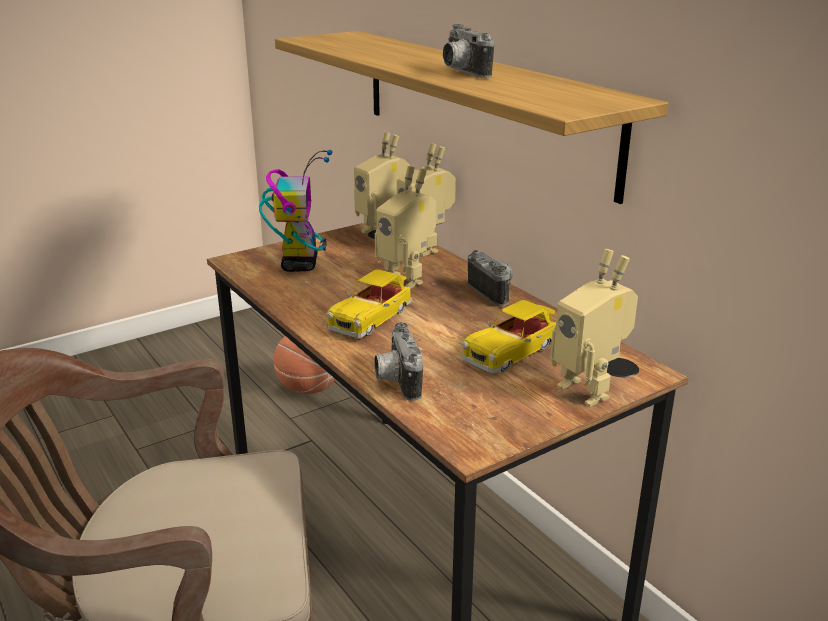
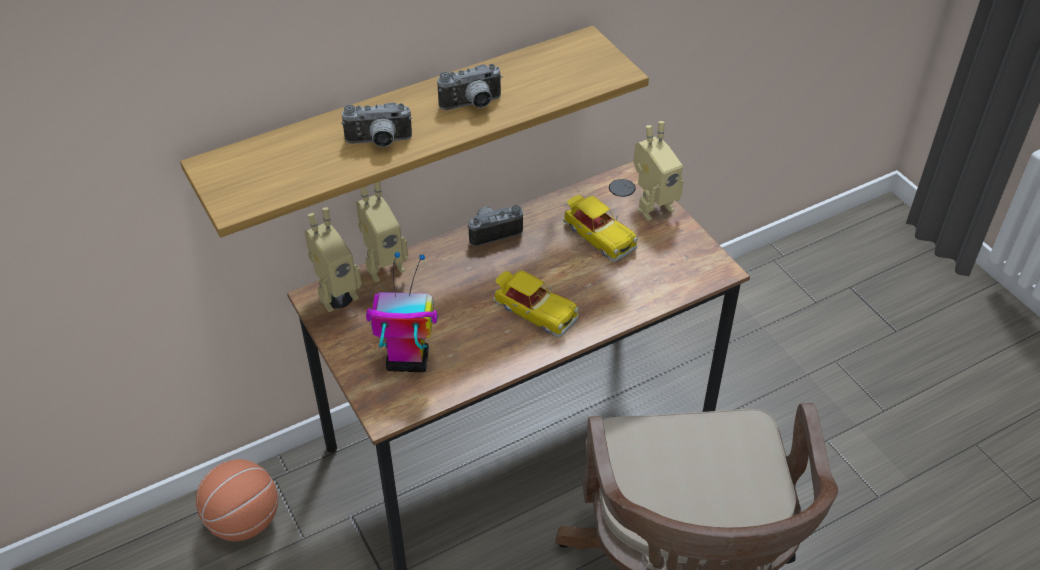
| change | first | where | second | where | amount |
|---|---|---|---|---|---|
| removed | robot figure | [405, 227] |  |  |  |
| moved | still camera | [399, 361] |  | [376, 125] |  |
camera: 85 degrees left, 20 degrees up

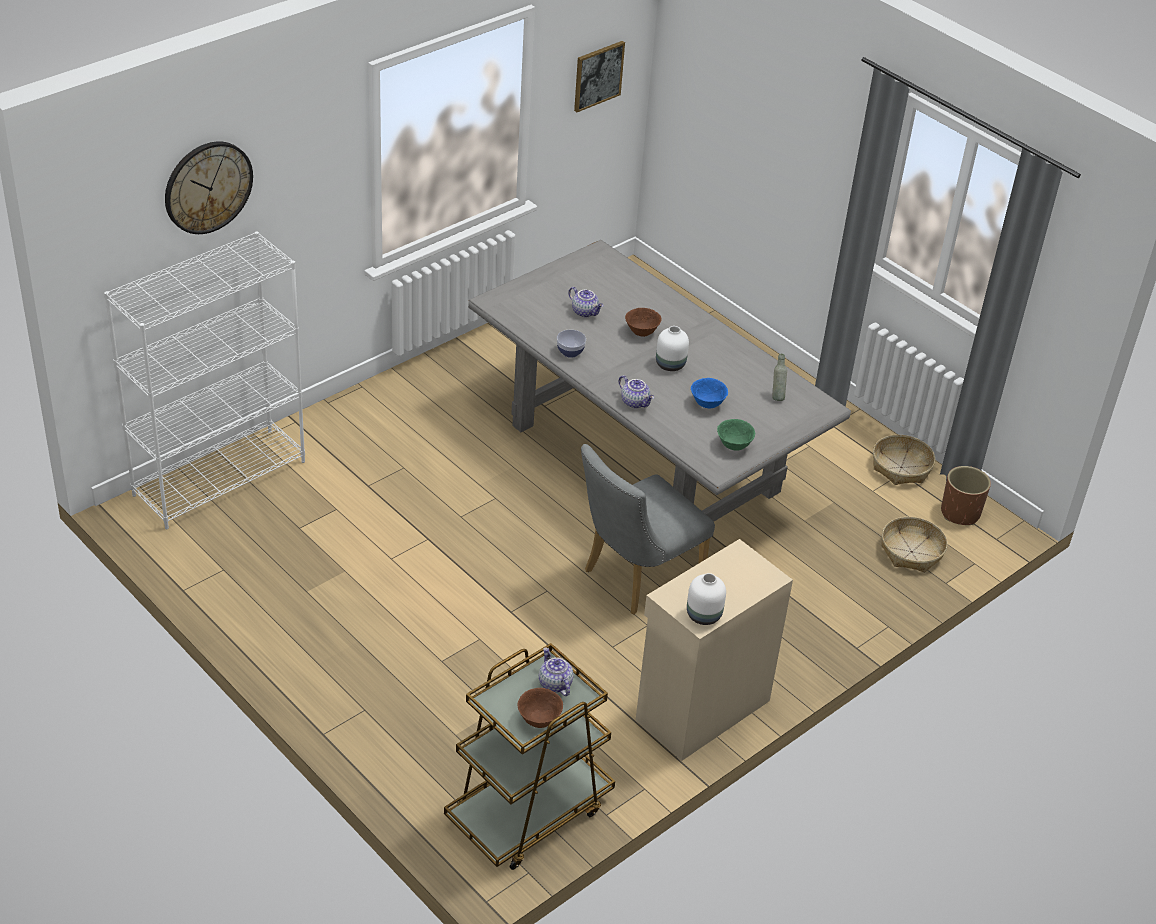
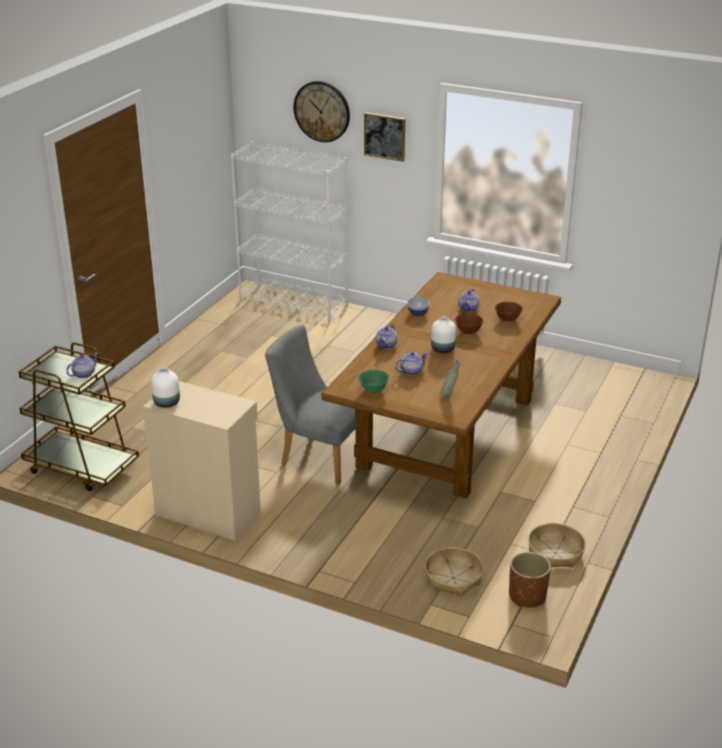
| change | first | where | second | where | amount |
|---|---|---|---|---|---|
| recoloured | kitchen table (grey) | [659, 381] | kitchen table (brown) | [441, 385] |  |
| moved | bowl (brown) | [540, 708] |  | [509, 312] |  |
| moved | wall art | [599, 76] |  | [384, 137] |  |
| replaced | bowl (bluish) | [709, 393] | pot for tea | [412, 363] |  |
camera: 70 degrees right, 10 degrees down

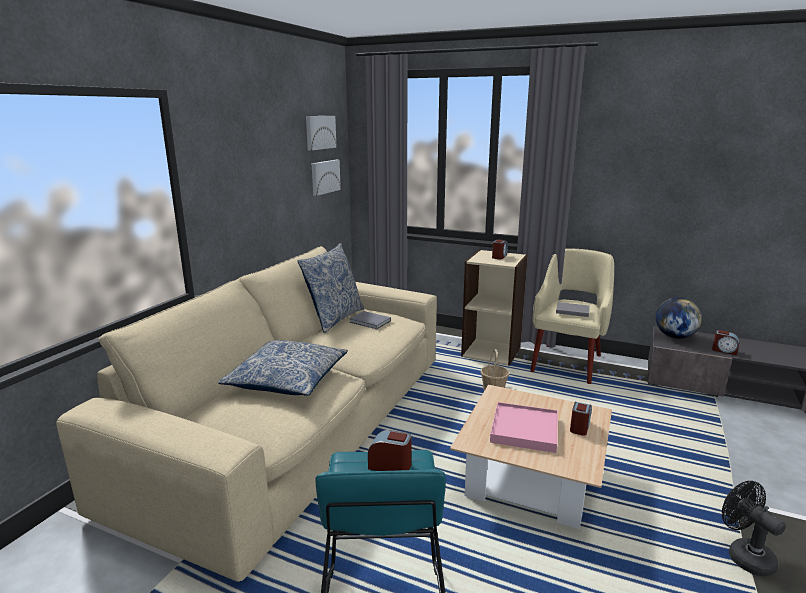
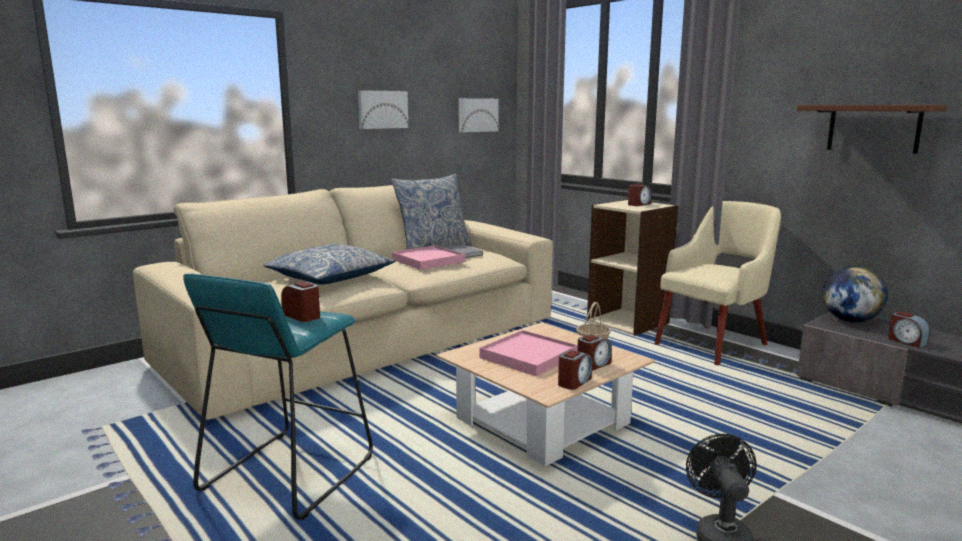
| change | first | where | second | where | amount |
|---|---|---|---|---|---|
| moved | wall art | [321, 133] |  | [383, 109] |  |
| removed | book (grey) | [573, 309] |  |  |  |
| added |  |  | carrying tray (pink-coloured) | [428, 257] |  |
| added |  |  | table clock | [575, 370] |  |
| added |  |  | wall shelf (brown) | [871, 129] |  |
camera: 25 degrees right, 5 degrees down

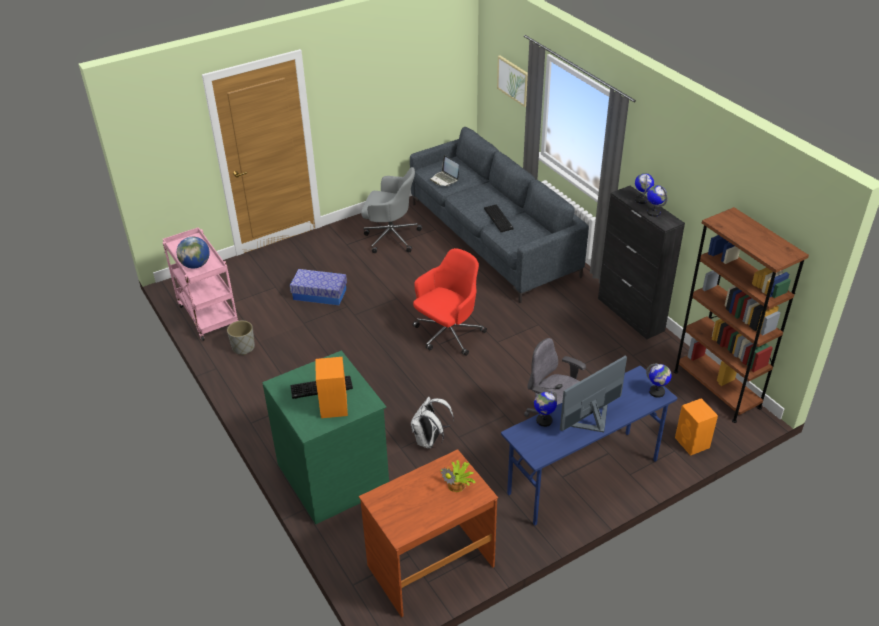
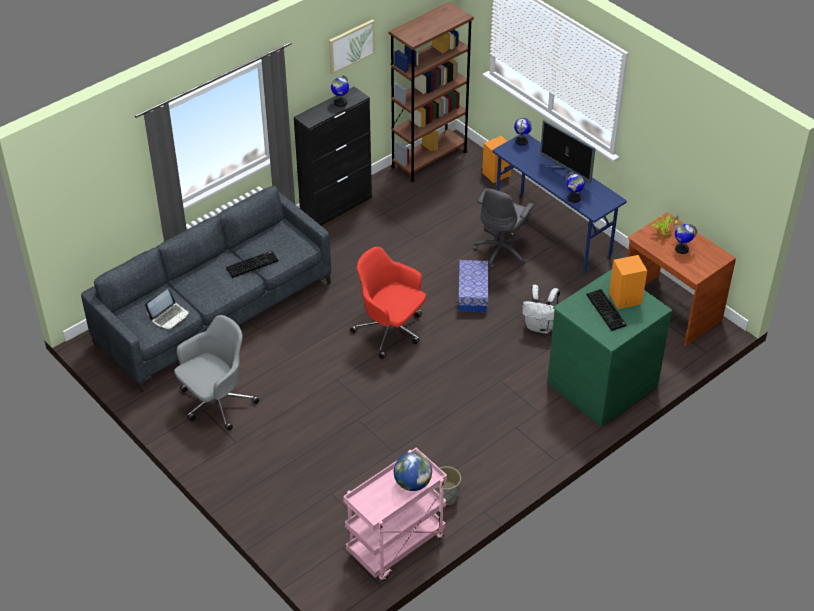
| change | first | where | second | where | amount |
|---|---|---|---|---|---|
| moved | storage container | [318, 287] |  | [473, 286] |  |
| turned | desk chair (grey) | [391, 210] |  | [217, 373] | 45 degrees clockwise |
| moved | wall art | [512, 81] |  | [352, 47] |  |
| moved | world globe | [644, 188] |  | [686, 239] |  |
camera: 100 degrees left, 5 degrees up

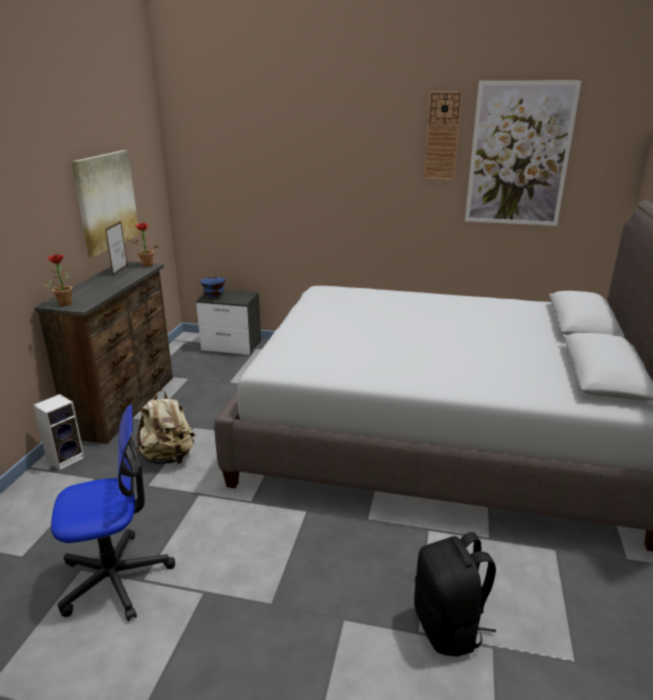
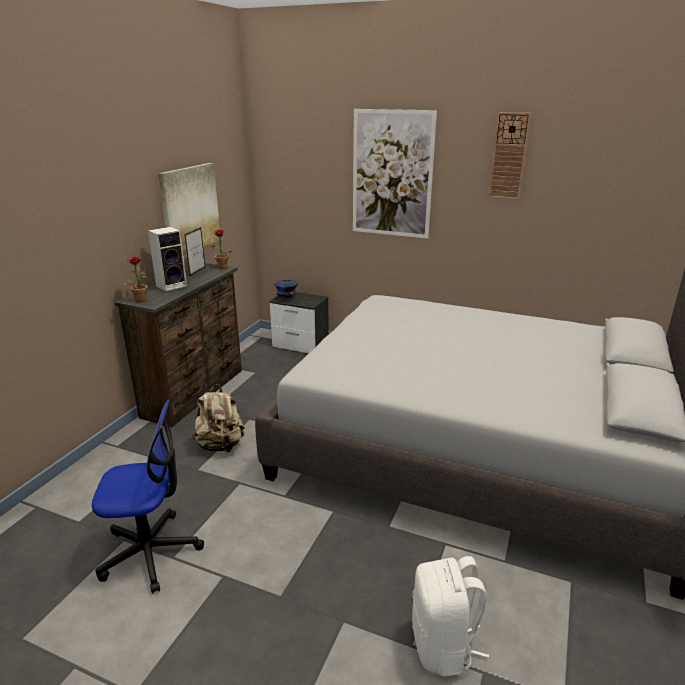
| change | first | where | second | where | amount |
|---|---|---|---|---|---|
| moved | speaker | [59, 432] |  | [167, 259] |  |
| recoloured | rucksack (black-coloured) | [455, 594] | rucksack (white-coloured) | [450, 616] |  |
| moved | wall art | [523, 153] |  | [395, 174] |  |
camera: 10 degrees right, 0 degrees up

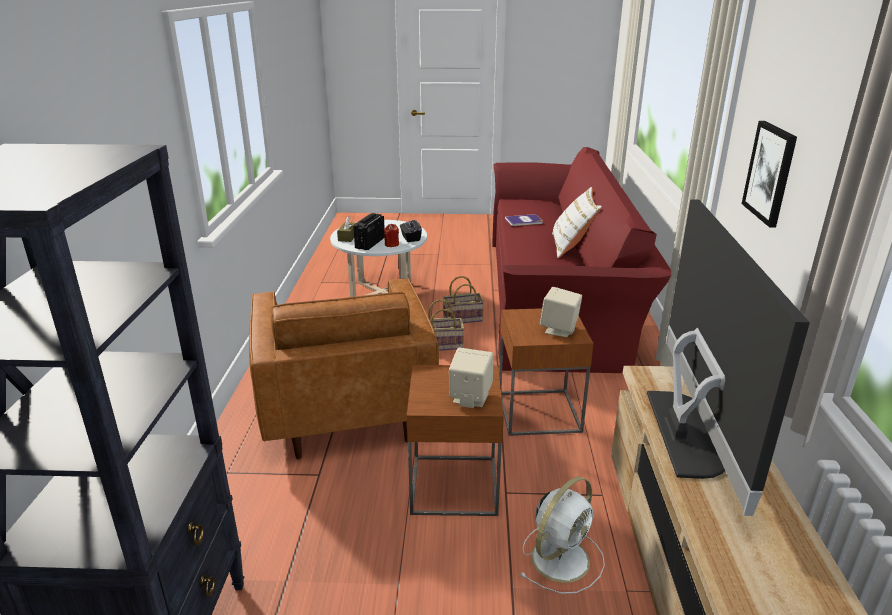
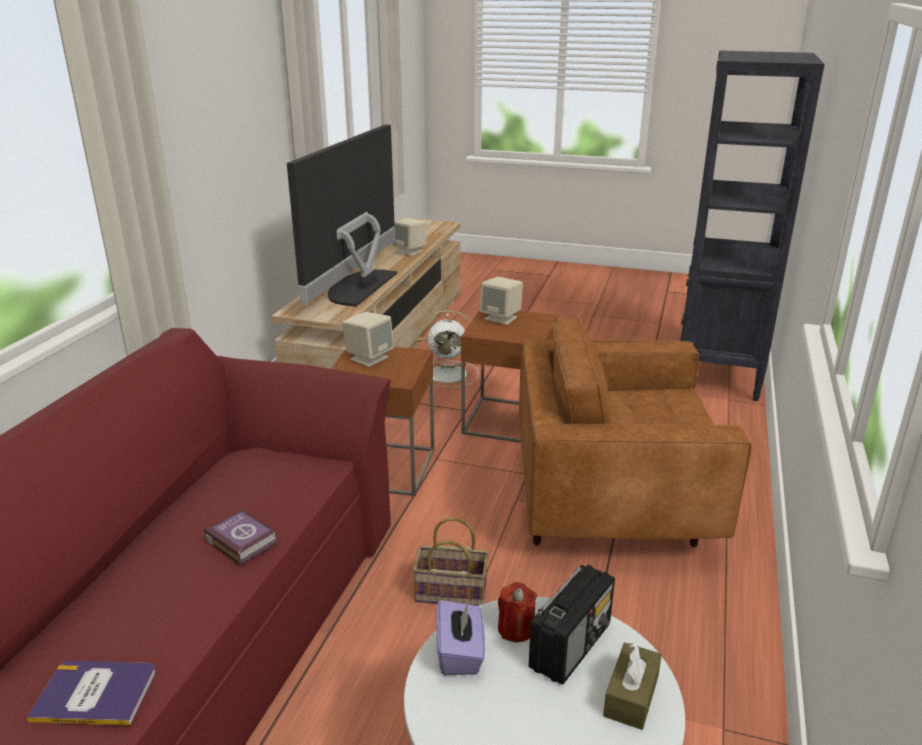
| change | first | where | second | where | amount |
|---|---|---|---|---|---|
| turned | armchair (brown) | [344, 369] |  | [635, 432] | 90 degrees counterclockwise |
| recoloured | box of tissues (black-coloured) | [411, 231] | box of tissues (purple-coloured) | [460, 637] |  |
| removed | storage basket | [463, 299] |  |  |  |
| turned | cooling fan (white-coloured) | [562, 535] |  | [448, 349] | 150 degrees counterclockwise |
| removed | throw pillow (white-coloured) | [577, 222] |  |  |  |
| removed | wall art | [769, 174] |  |  |  |
| added |  |  | book | [241, 537] |  |
| added |  |  | speaker (beige) | [409, 237] |  |
camera: 165 degrees left, 0 degrees up

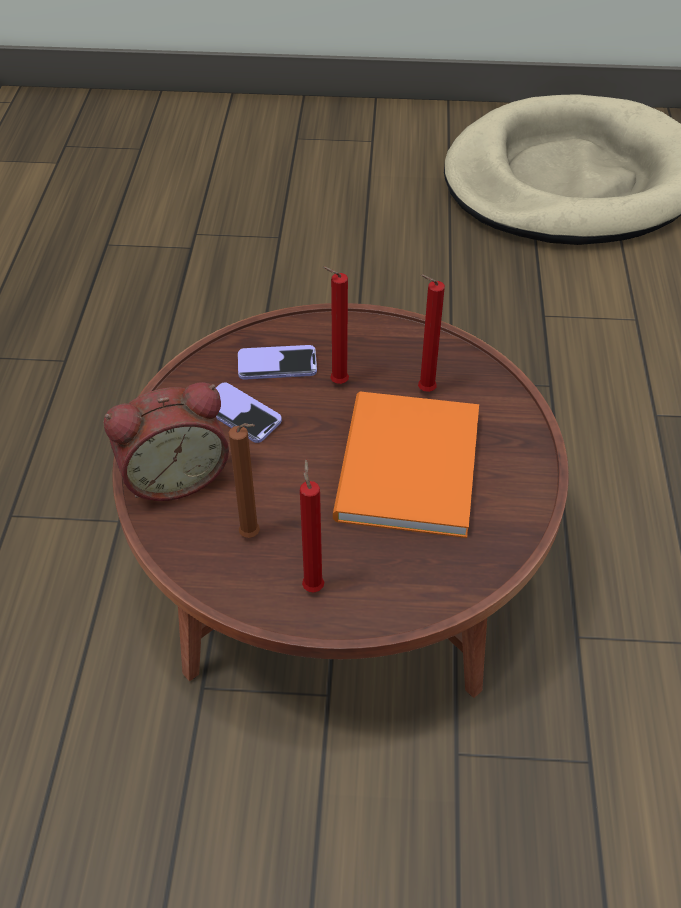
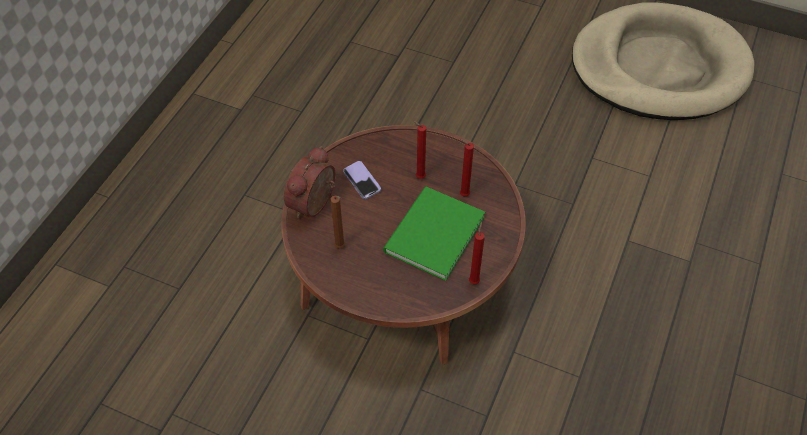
| change | first | where | second | where | amount |
|---|---|---|---|---|---|
| turned | table clock | [166, 441] |  | [310, 182] | 120 degrees clockwise |
| removed | handset | [277, 362] |  |  |  |
| moved | wax light (red) | [312, 526] |  | [477, 253] |  |
| recoloured | book (orange) | [406, 465] | book (green) | [434, 234] |  |
camera: 20 degrees right, 5 degrees up

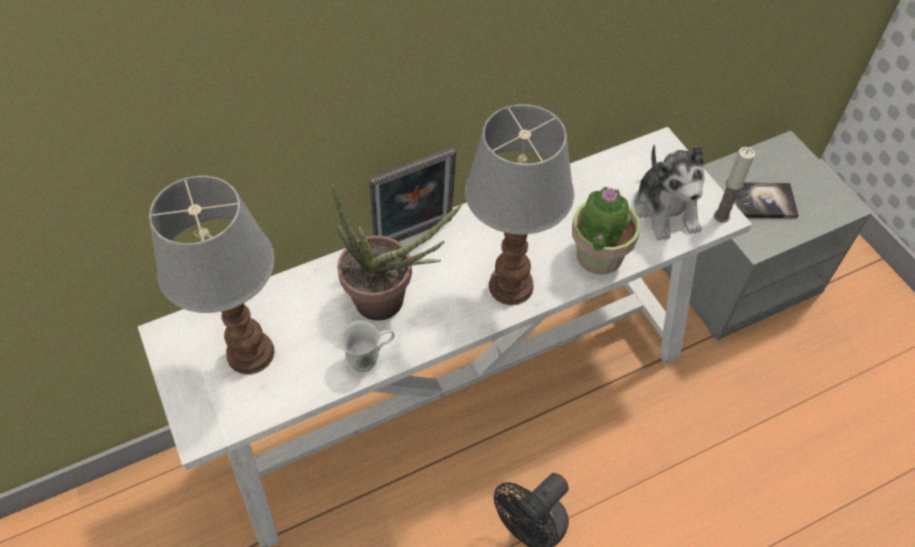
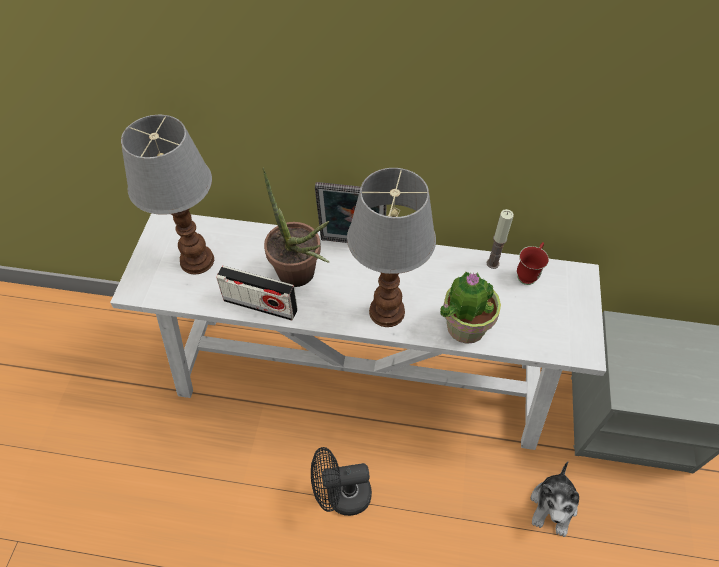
| change | first | where | second | where | amount |
|---|---|---|---|---|---|
| replaced | coffee mug (white-coloured) | [367, 346] | radio receiver | [256, 293] |  |
| moved | plush toy | [669, 192] |  | [555, 499] |  |
| moved | wax light | [734, 185] |  | [500, 239] |  |
| removed | book | [766, 200] |  |  |  |
| added |  |  | coffee mug (red) | [533, 263] |  |
camera: 35 degrees right, 0 degrees up

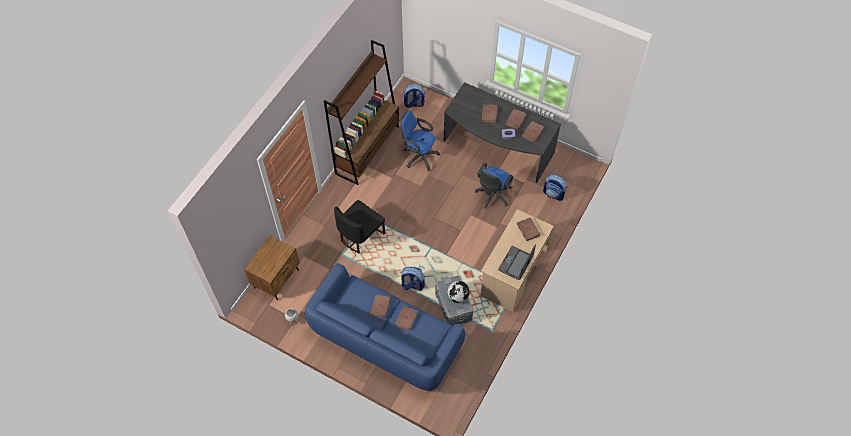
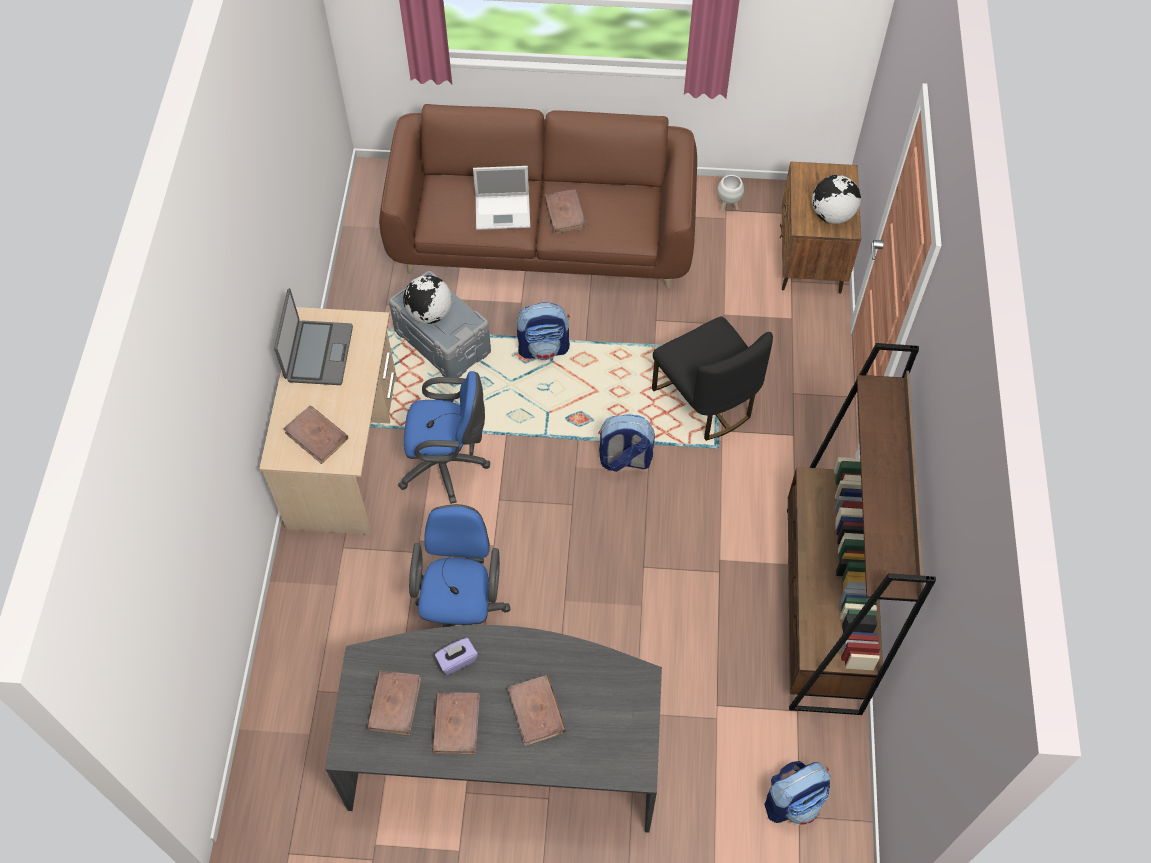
| change | first | where | second | where | amount |
|---|---|---|---|---|---|
| recoloured | settee (bluish) | [385, 328] | settee (brown) | [538, 196] |  |
| turned | chair (black-coloured) | [359, 227] |  | [712, 378] | 135 degrees clockwise |
| replaced | book (brown) | [406, 318] | notebook computer | [501, 198] |  |
| moved | desk chair (bluish) | [420, 141] |  | [444, 437] |  |
| moved | rucksack | [555, 187] |  | [626, 443] |  |
| added |  |  | world globe | [836, 199] |  |
camera: 155 degrees right, 0 degrees up

